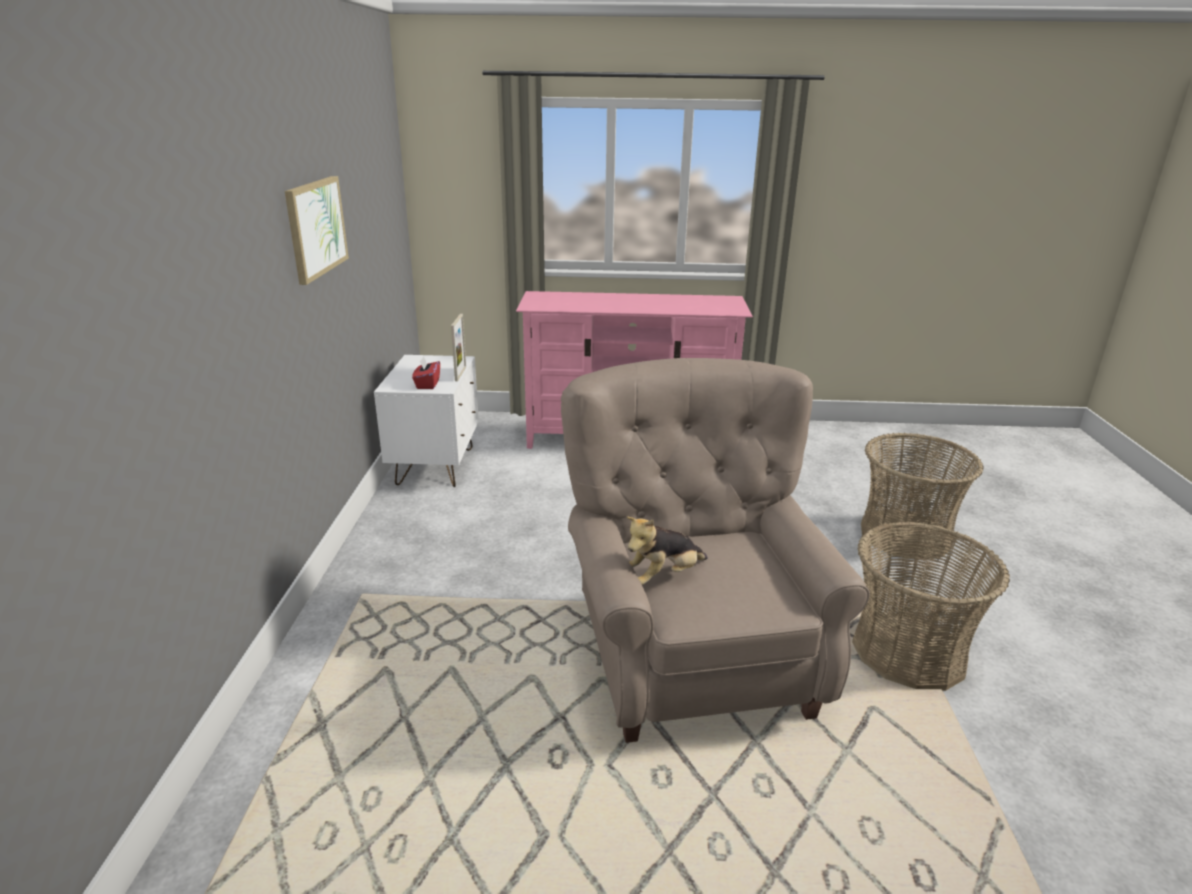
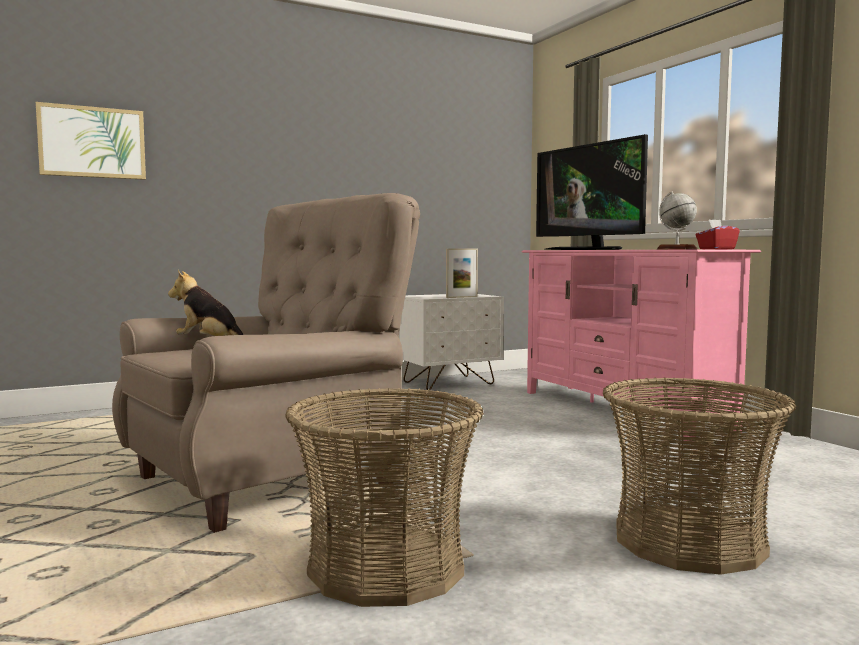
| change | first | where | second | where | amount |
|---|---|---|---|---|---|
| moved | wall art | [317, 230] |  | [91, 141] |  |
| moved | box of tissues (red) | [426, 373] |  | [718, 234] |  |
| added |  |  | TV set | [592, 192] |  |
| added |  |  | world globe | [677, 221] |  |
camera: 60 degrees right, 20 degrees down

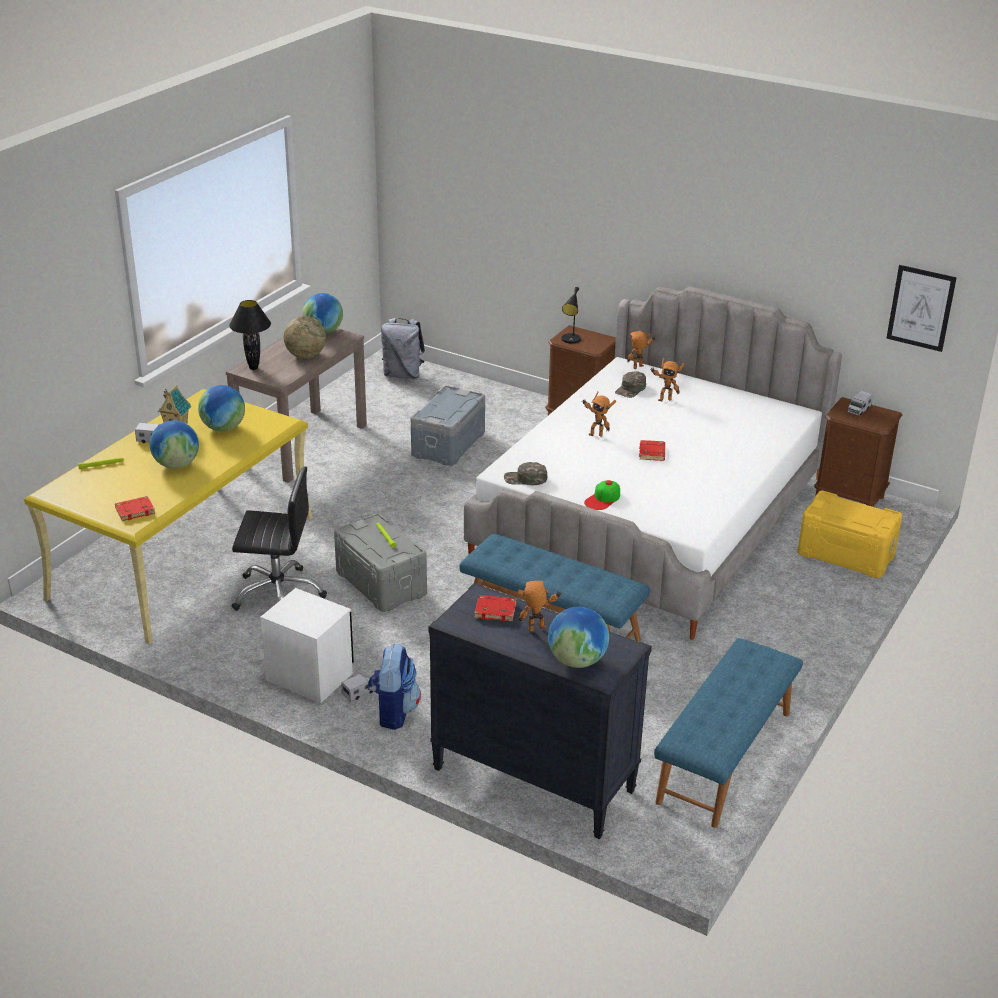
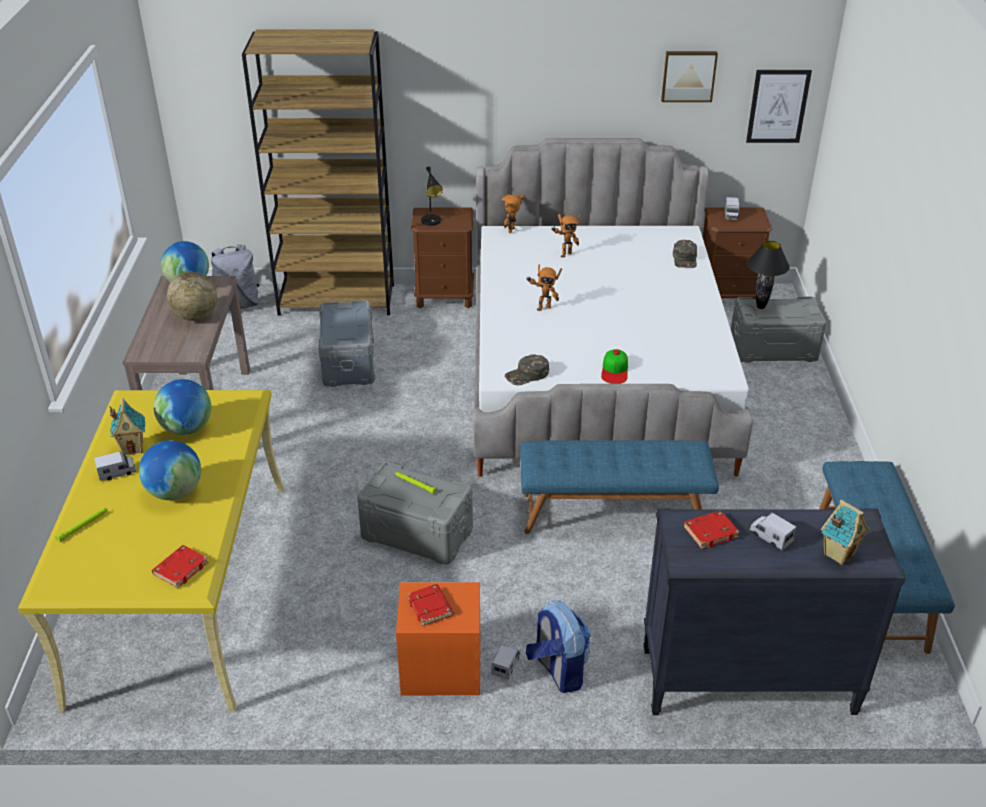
| change | first | where | second | where | amount |
|---|---|---|---|---|---|
| moved | tabletop lamp (black-coloured) | [250, 335] |  | [768, 275] |  |
| removed | desk chair (black-coloured) | [279, 538] |  |  |  |
| recoloured | bedside table (white-coloured) | [307, 645] | bedside table (orange) | [438, 638] |  |
| replaced | robot figure | [539, 606] | model truck | [773, 532] |  |
| replaced | world globe | [578, 637] | model house | [845, 532] |  |
| moved | cap (green) | [630, 384] |  | [685, 254] |  |
| moved | book (red) | [652, 450] |  | [430, 605] |  |
| recoloured | storage container (yellow) | [850, 534] | storage container (grey) | [778, 330] |  |
| added |  |  | bookshelf (brown) | [318, 172] |  |
| added |  |  | wall art | [689, 76] |  |
camera: 30 degrees left, 5 degrees up

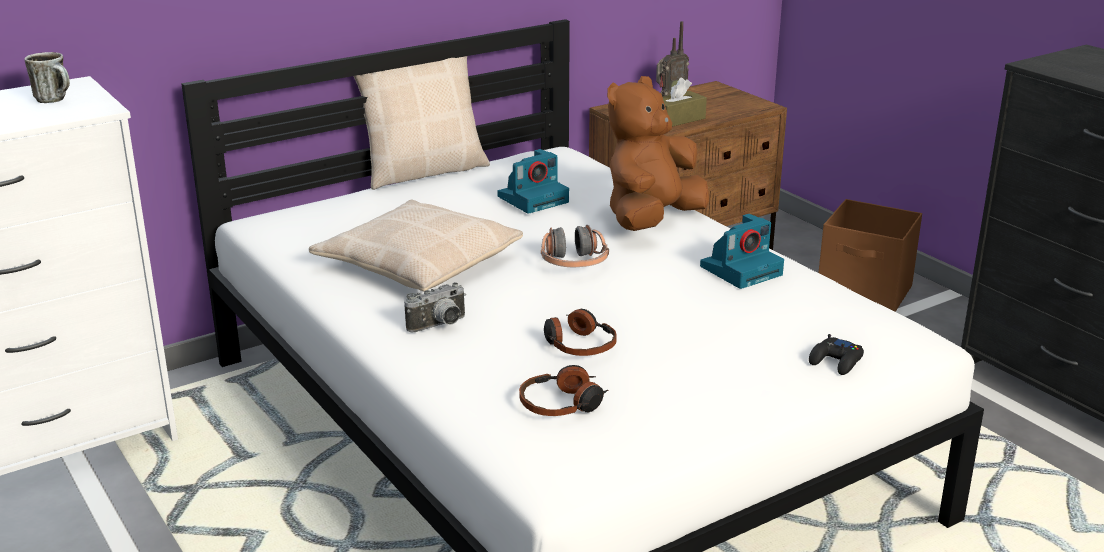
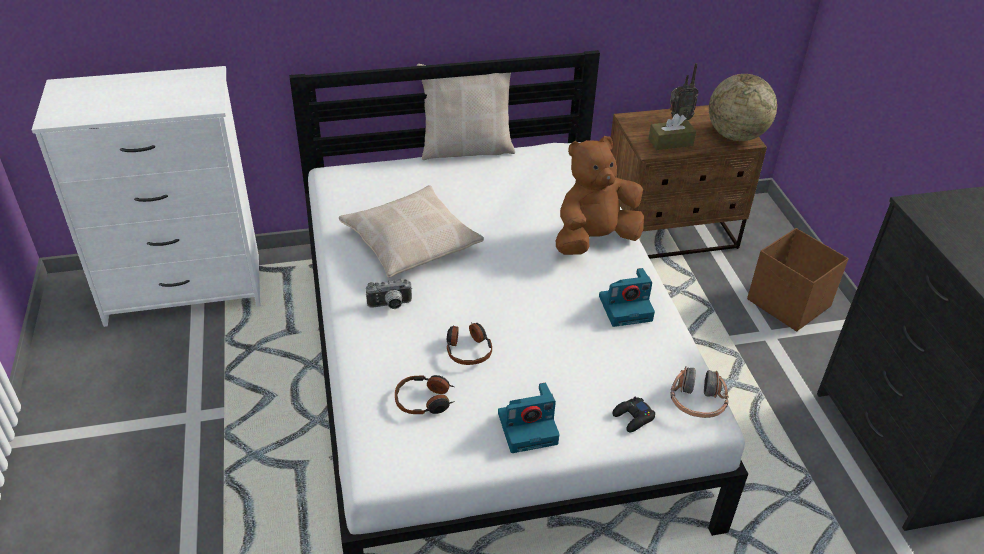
| change | first | where | second | where | amount |
|---|---|---|---|---|---|
| removed | coffee mug | [47, 77] |  |  |  |
| moved | still camera | [533, 181] |  | [529, 418] |  |
| moved | headphones | [575, 246] |  | [699, 392] |  |
| added |  |  | world globe | [743, 107] |  |
camera: 20 degrees right, 15 degrees up

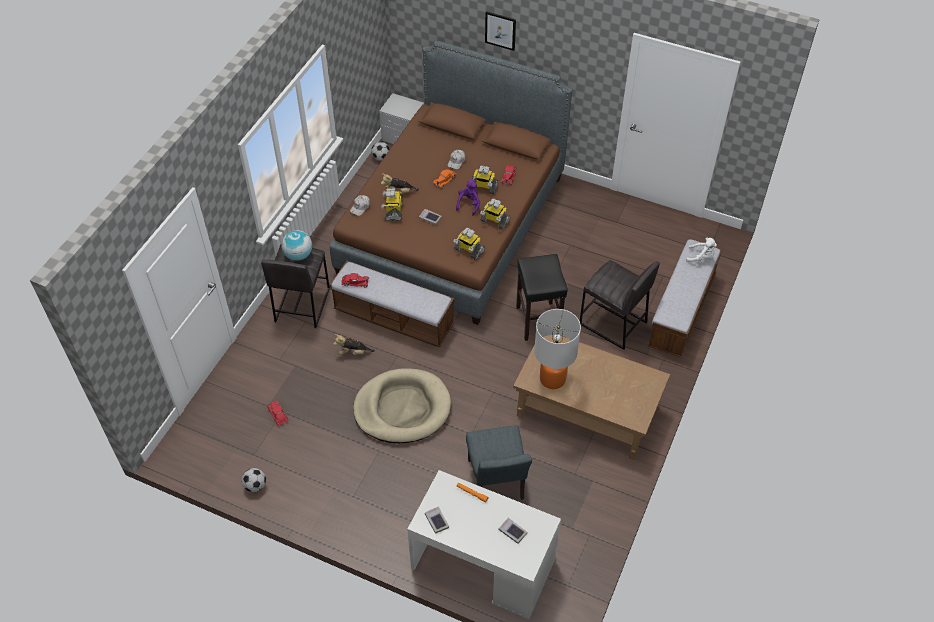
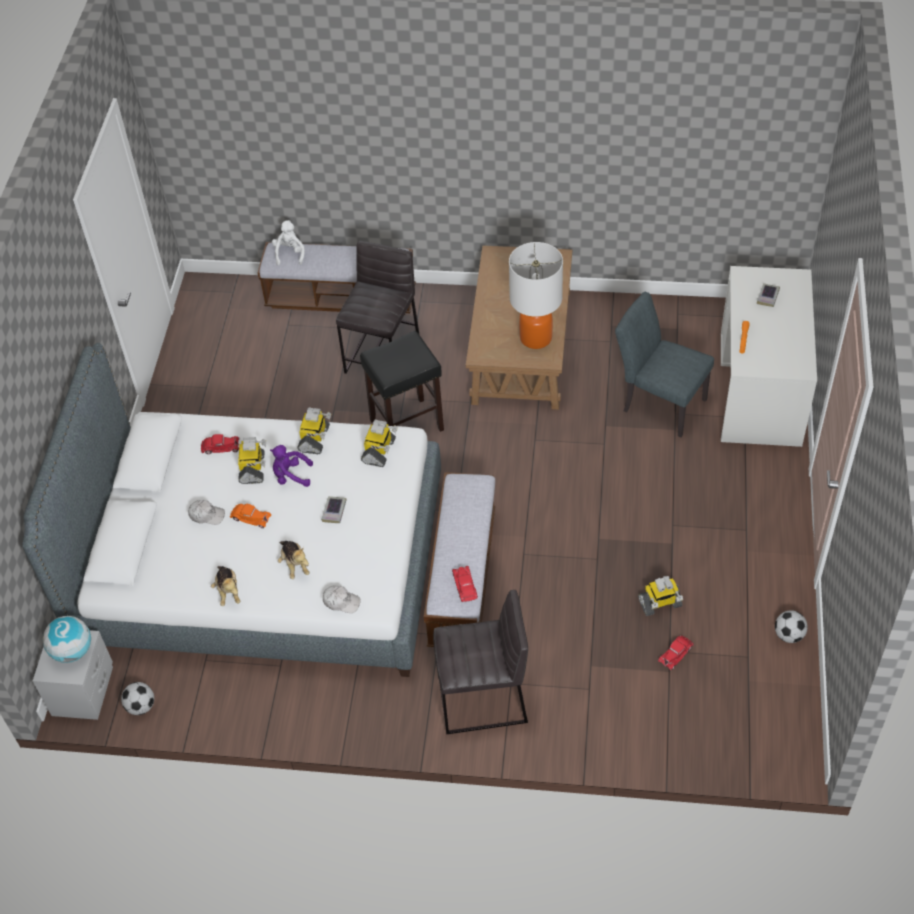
| change | first | where | second | where | amount |
|---|---|---|---|---|---|
| moved | world globe | [296, 245] |  | [67, 639] |  |
| recoloured | bedroom bed (brown) | [451, 183] | bedroom bed (white-coloured) | [231, 510] |  |
| moved | plush toy | [354, 344] |  | [225, 586] |  |
| removed | dog bed (beige) | [402, 405] |  |  |  |
| moved | robot figure | [392, 204] |  | [660, 596] |  |
| removed | book | [437, 520] |  |  |  |
| turned | chair (grey) | [499, 462] |  | [664, 364] | 120 degrees counterclockwise |
| removed | wall art | [500, 31] |  |  |  |
camera: 105 degrees left, 0 degrees up

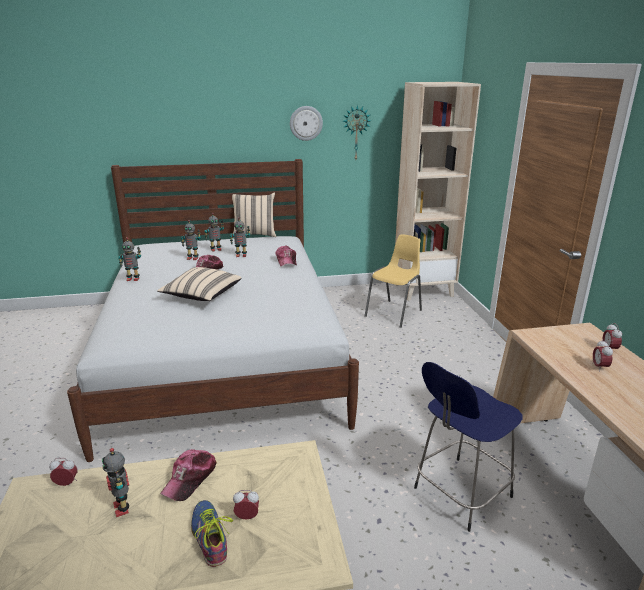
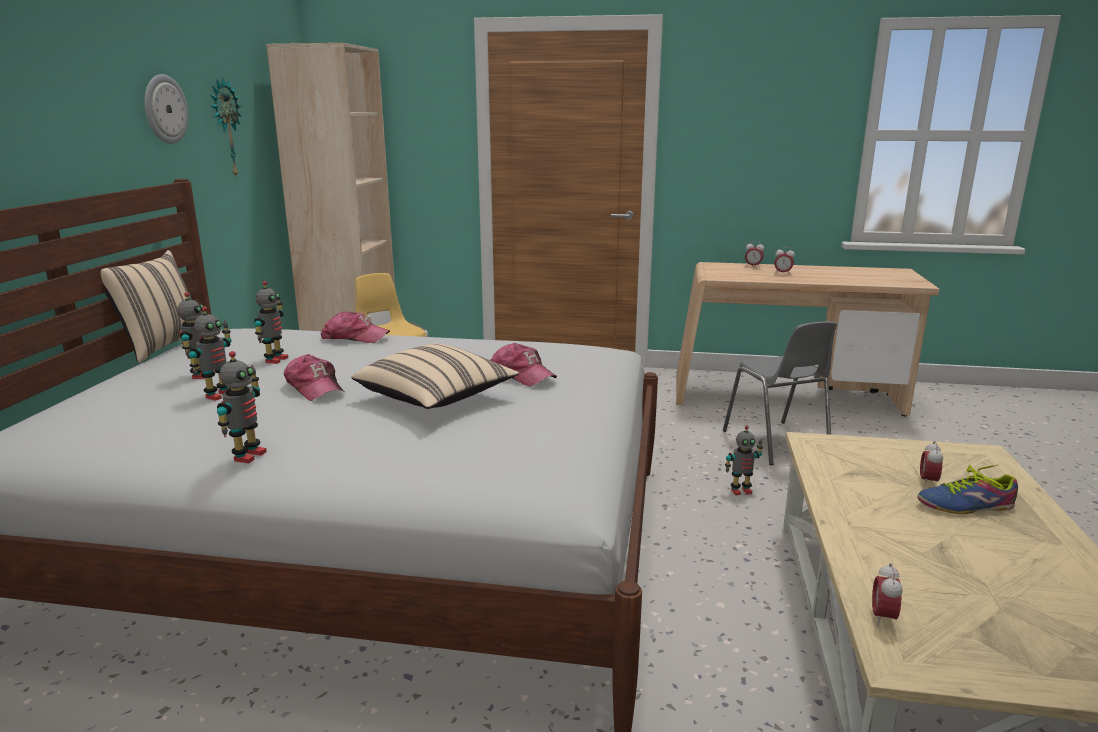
| change | first | where | second | where | amount |
|---|---|---|---|---|---|
| moved | robot figure | [115, 482] |  | [744, 460] |  |
| moved | cap | [188, 475] |  | [523, 364] |  |
| replaced | stool seat (bluish) | [468, 447] | chair (grey) | [780, 393] |  |
camera: 70 degrees left, 5 degrees down

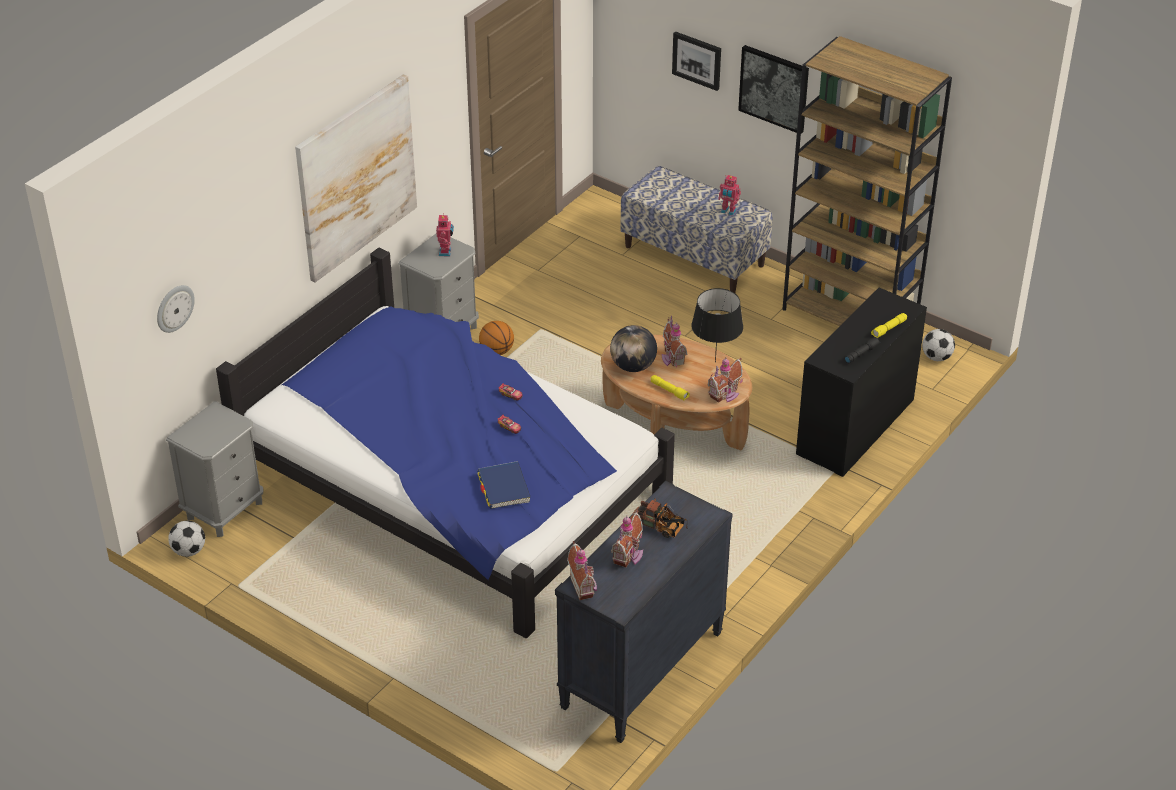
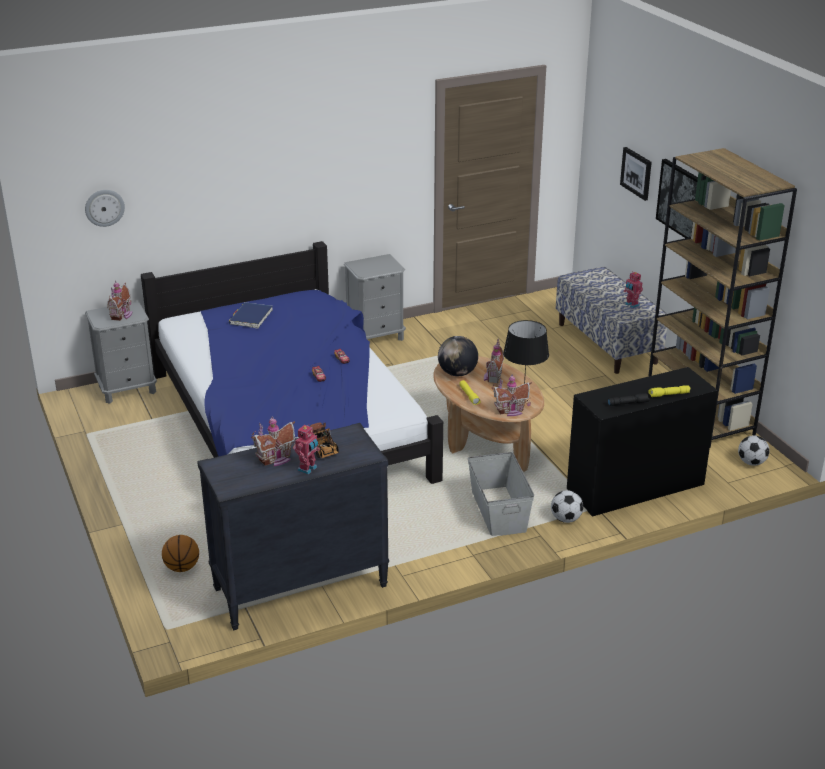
| change | first | where | second | where | amount |
|---|---|---|---|---|---|
| moved | ball for football | [186, 539] |  | [567, 506] |  |
| removed | wall art | [356, 178] |  |  |  |
| moved | robot figure | [445, 234] |  | [307, 449] |  |
| moved | book (bluish) | [503, 485] |  | [251, 315] |  |
| moved | basketball ball | [496, 338] |  | [180, 553] |  |
| moved | model house | [582, 570] |  | [120, 301] |  |
| added |  |  | storage container (grey) | [501, 494] |  |
camera: 30 degrees right, 10 degrees down

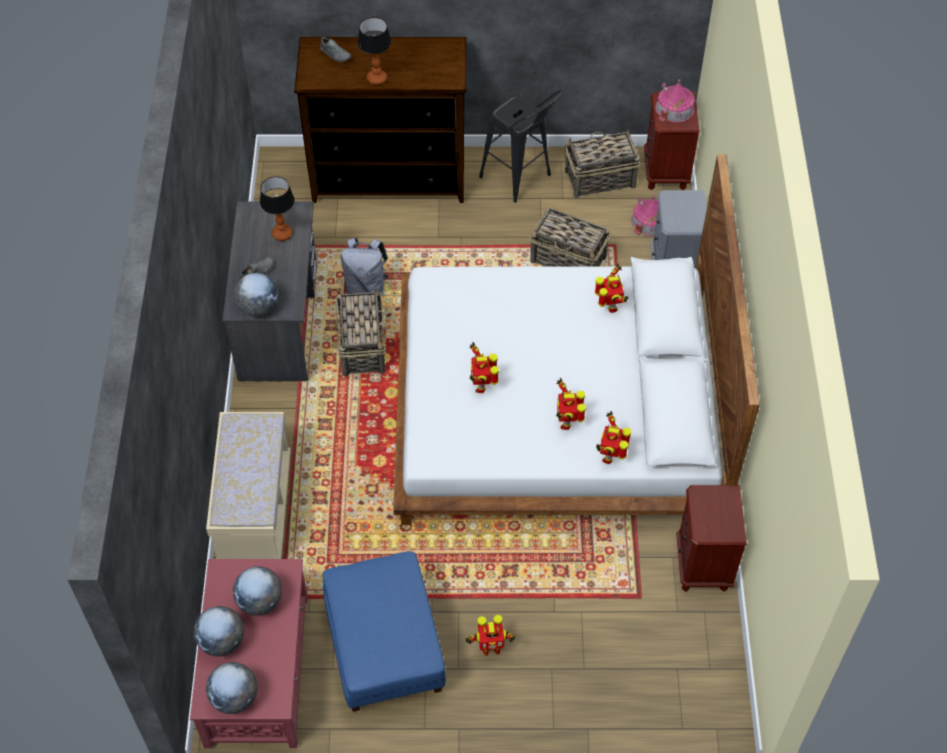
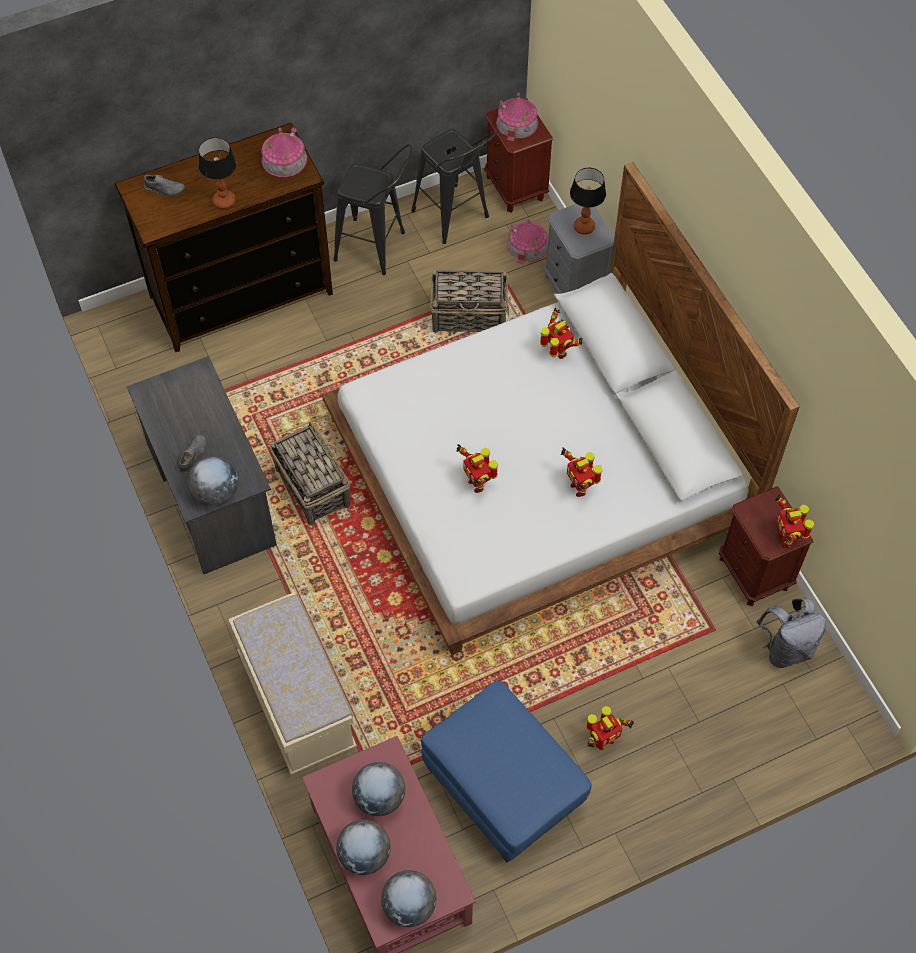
| change | first | where | second | where | amount |
|---|---|---|---|---|---|
| moved | tabletop lamp | [277, 209] |  | [588, 201] |  |
| moved | rucksack (grey) | [365, 267] |  | [791, 633] |  |
| replaced | storage basket | [602, 163] | stool seat (black-coloured) | [454, 186] |  |
| moved | robot figure | [613, 437] |  | [794, 520] |  |
| added |  |  | model house | [284, 152] |  |
camera: 25 degrees left, 5 degrees up

